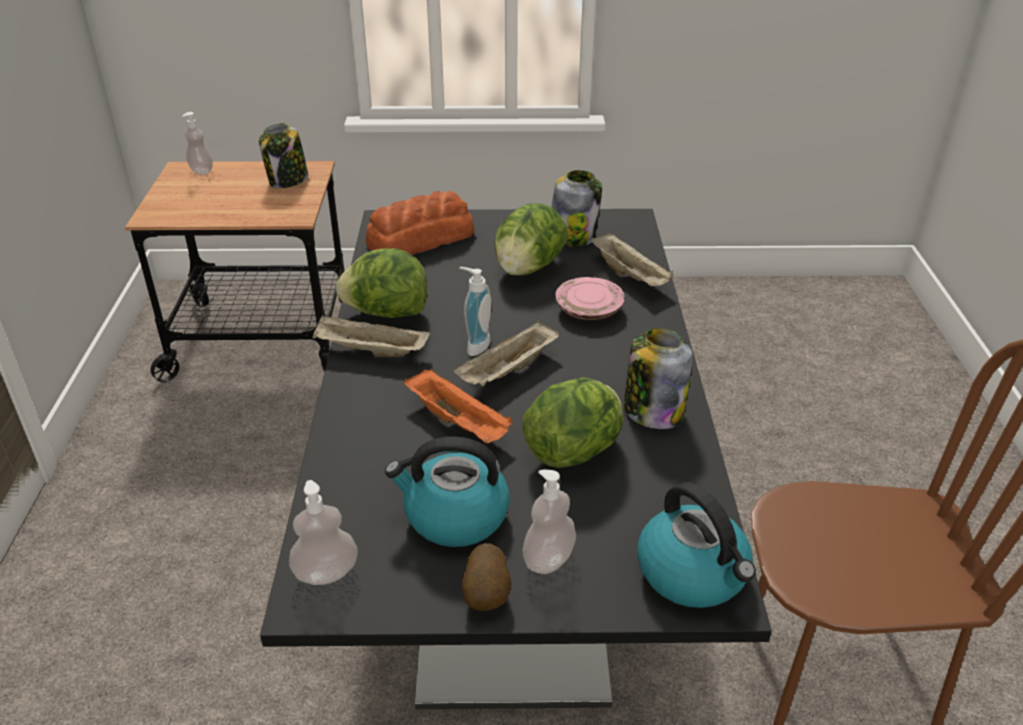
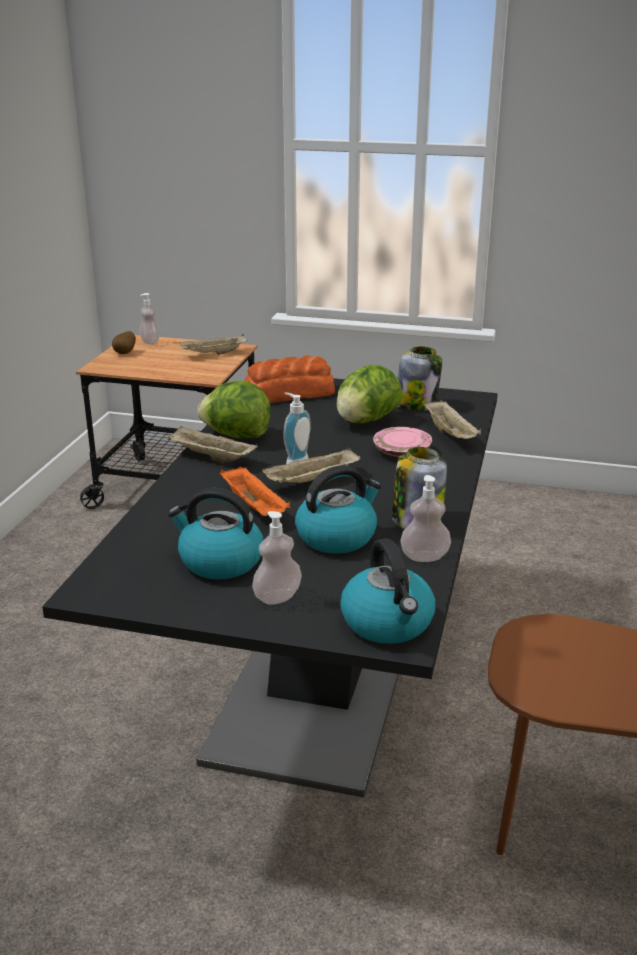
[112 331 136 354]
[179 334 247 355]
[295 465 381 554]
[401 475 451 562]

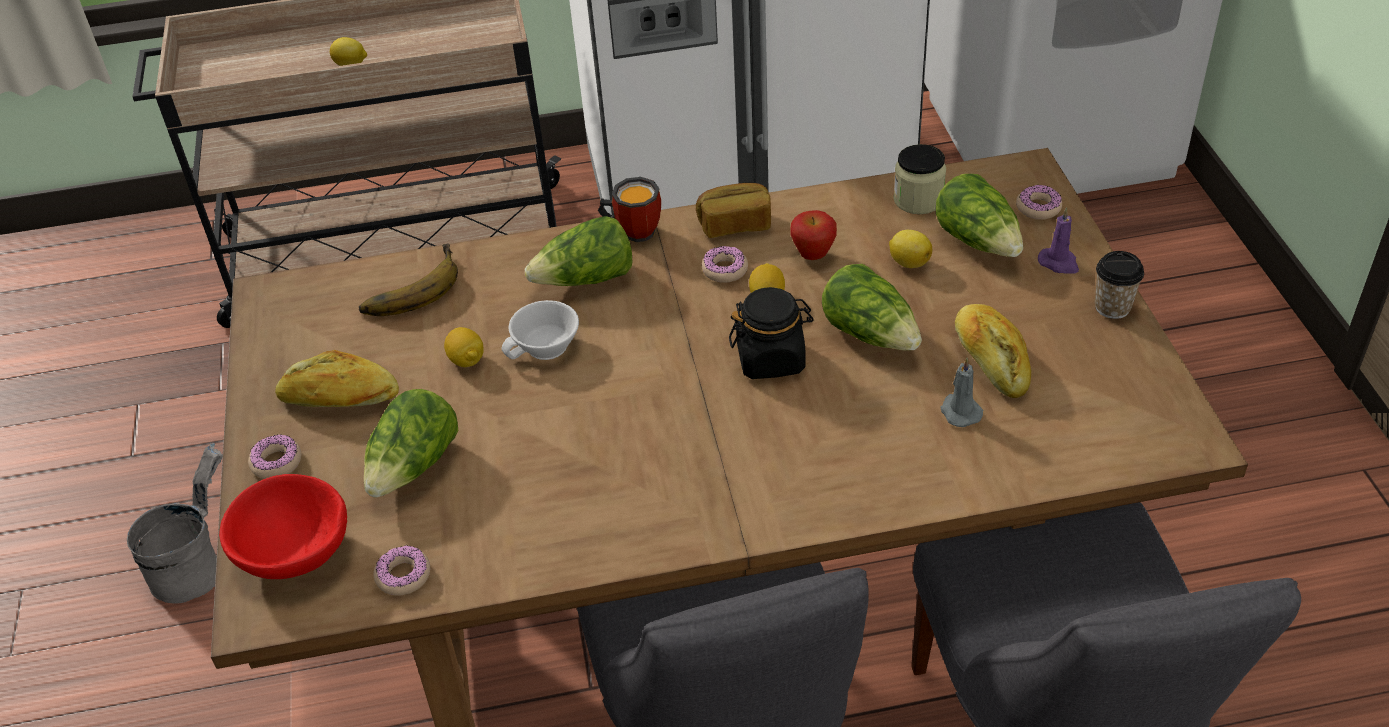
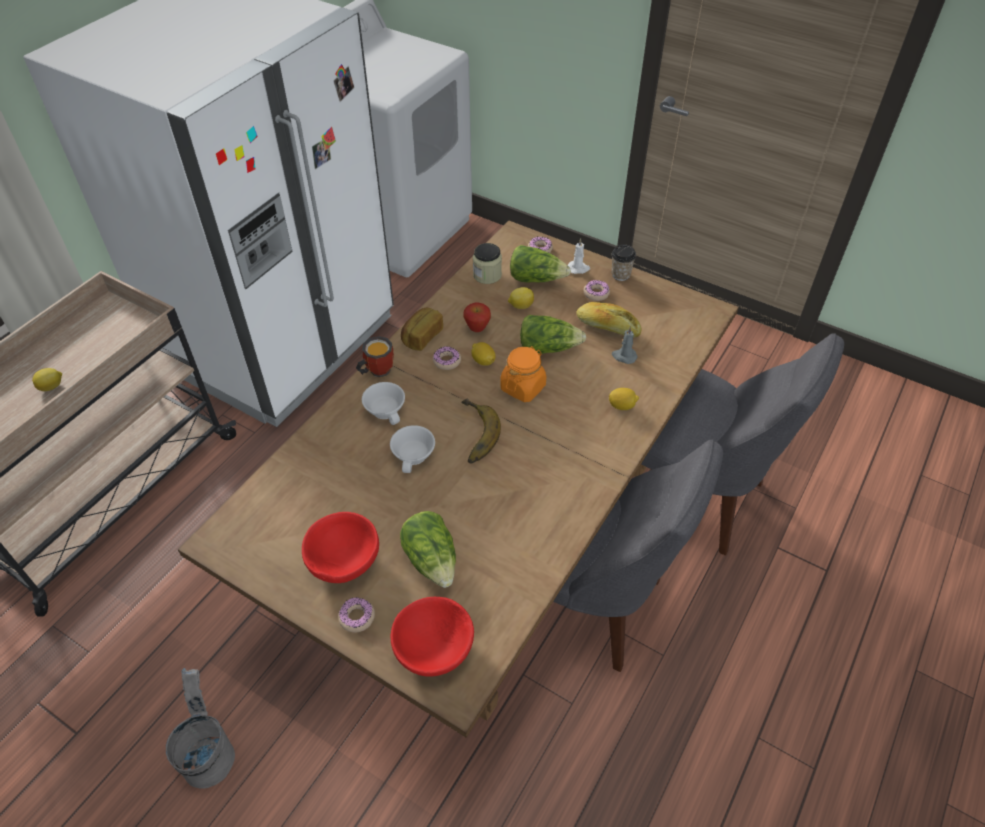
[302 512 379 583]
[362 382 405 425]
[461 399 501 464]
[500 346 546 402]
[568 238 590 274]
[583 280 610 301]
[609 388 639 410]

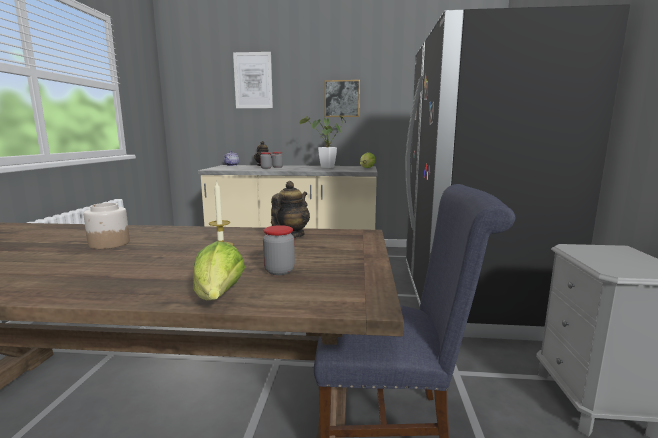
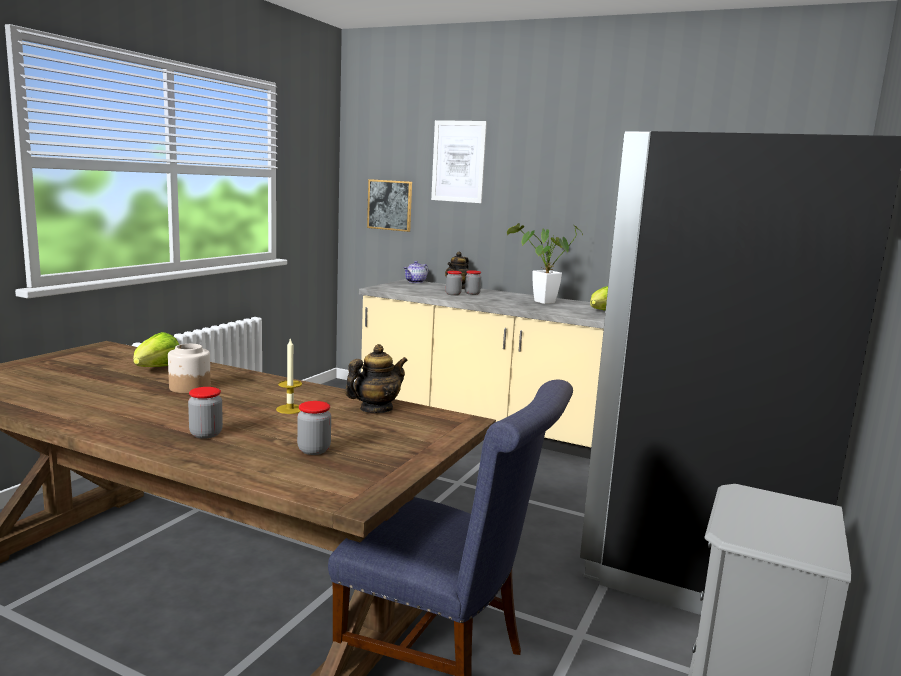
[133 332 179 367]
[188 387 223 439]
[367 179 412 232]

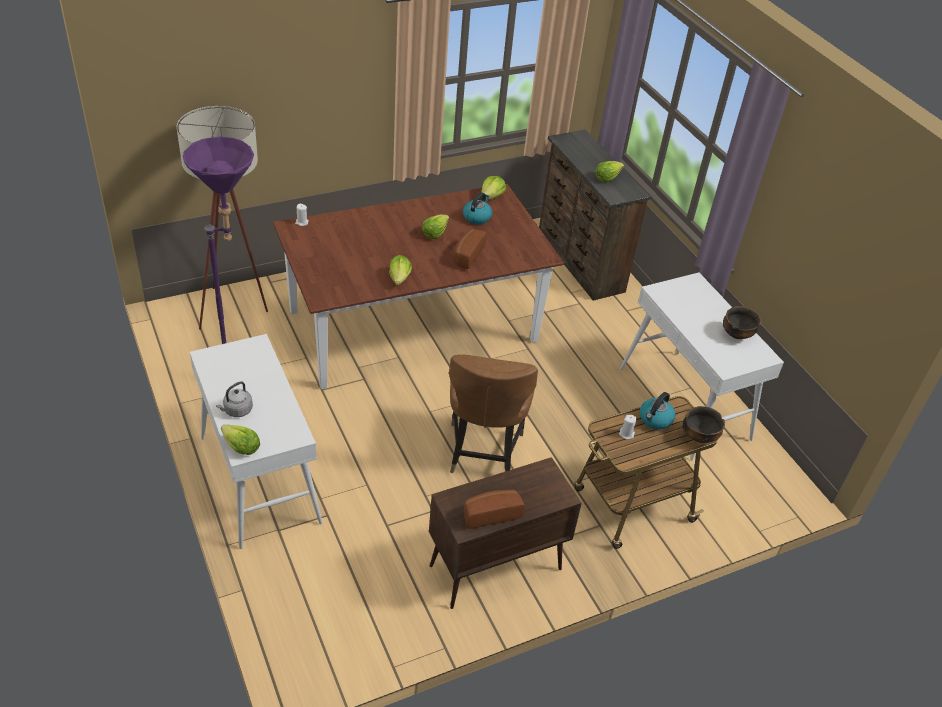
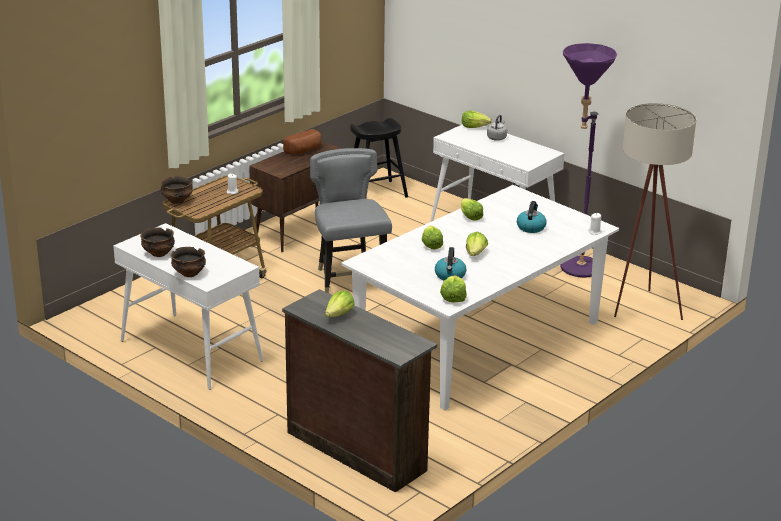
[171 247 206 277]
[310 148 392 293]
[341 185 619 410]
[350 118 408 198]
[422 225 443 249]
[517 201 547 233]

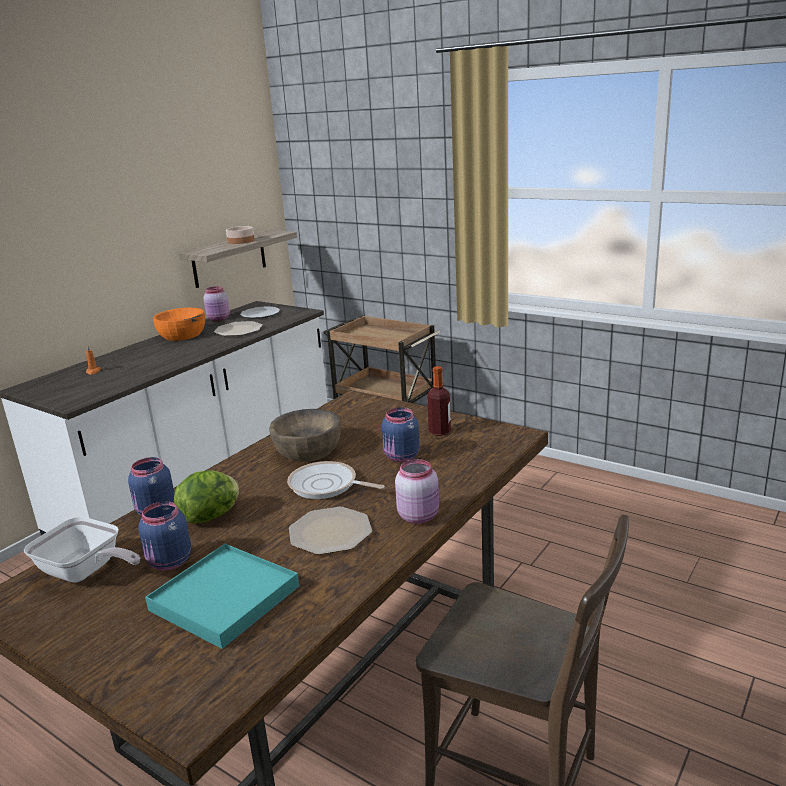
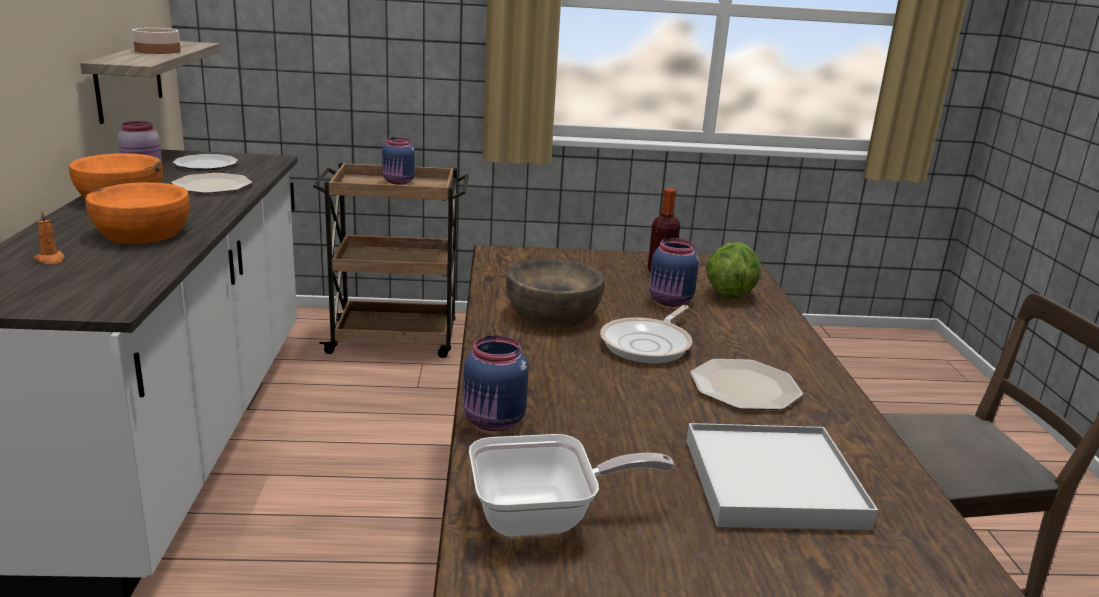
[85 182 189 244]
[382 137 415 185]
[600 305 692 363]
[687 423 878 530]
[706 242 761 299]
[395 459 439 524] (first image)

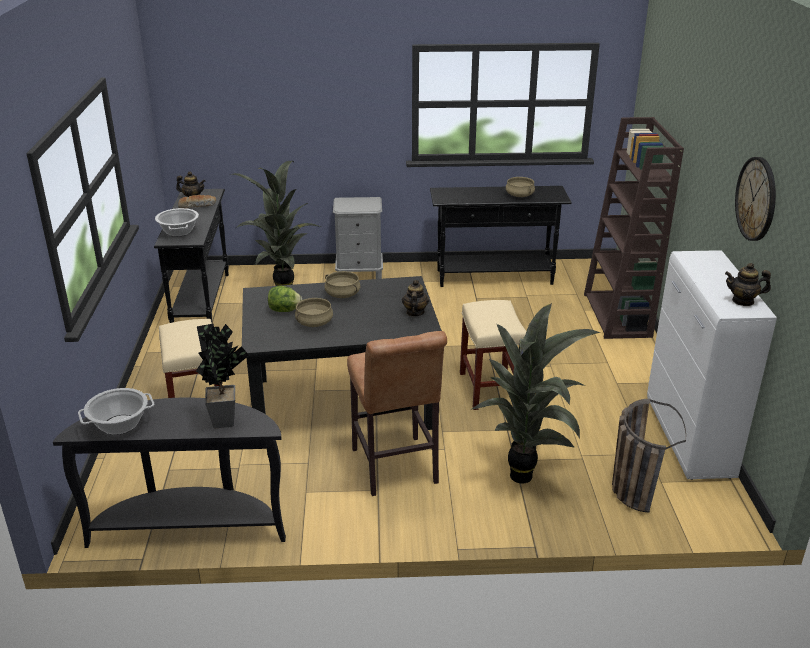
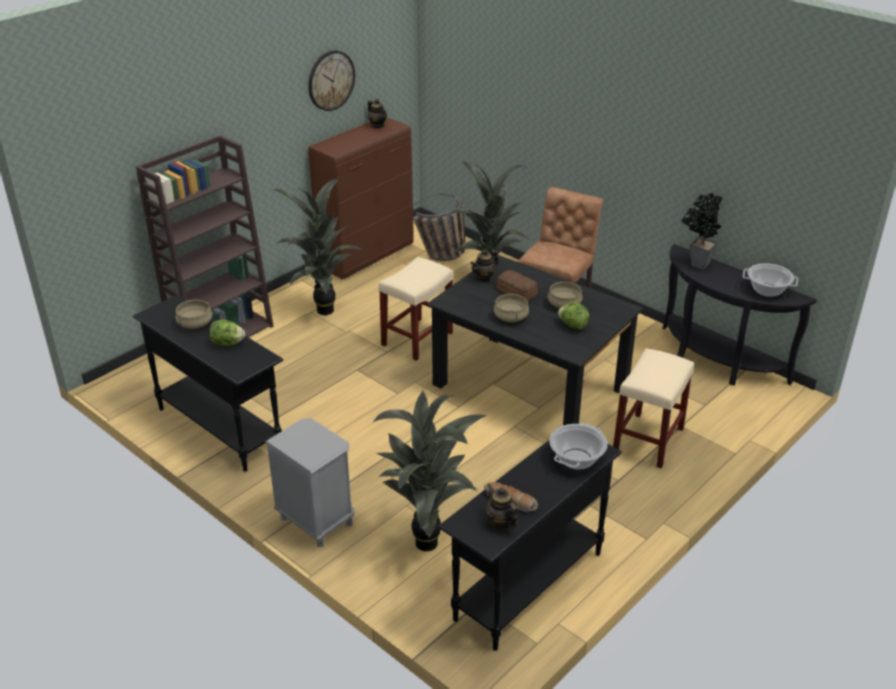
[210 319 245 346]
[272 179 365 315]
[308 117 414 279]
[496 270 538 301]

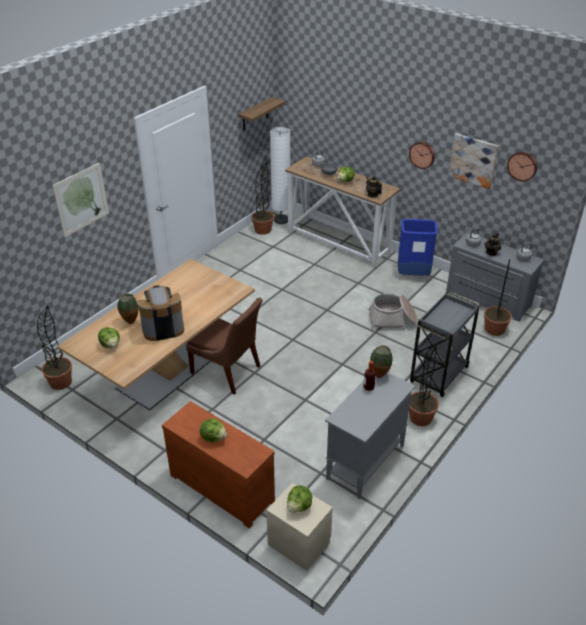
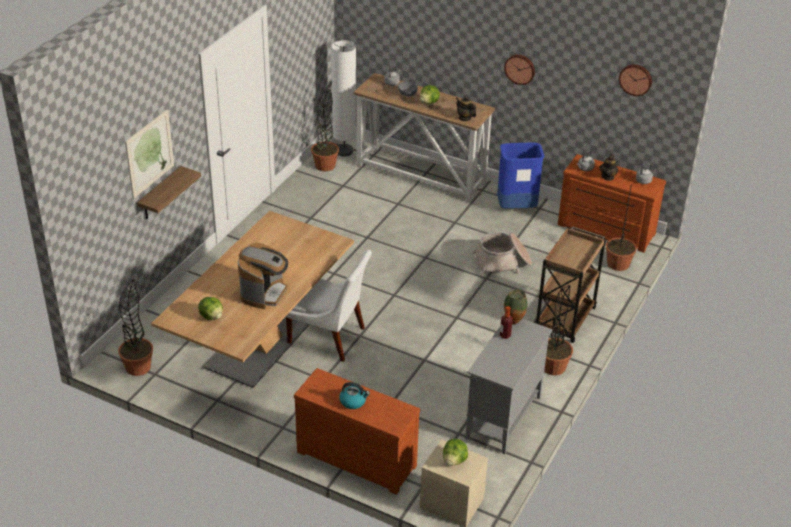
[137 166 201 219]
[238 243 288 309]
[286 250 372 362]
[339 382 370 409]
[536 226 606 343]
[558 154 666 253]
[117 294 138 324] (first image)
[448 133 499 189] (first image)

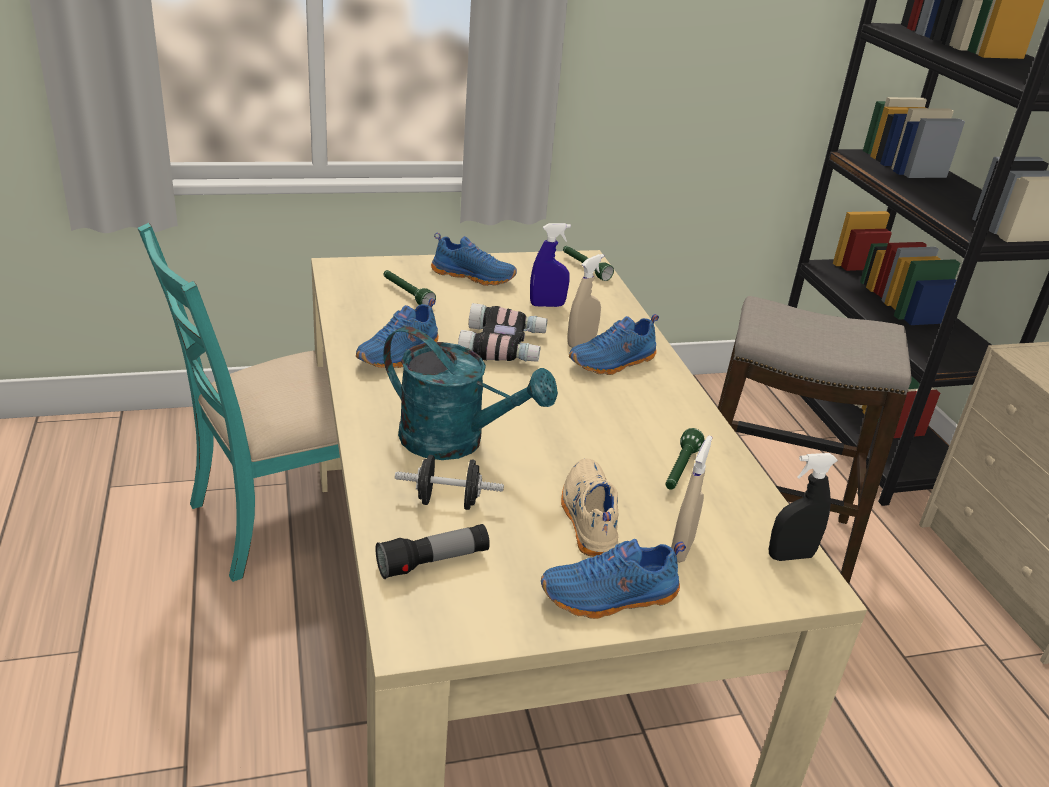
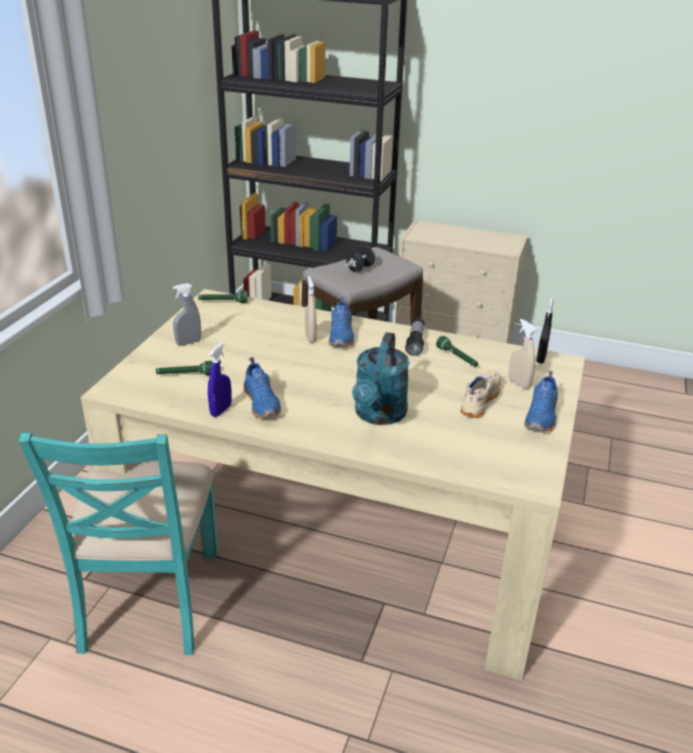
[173 283 201 346]
[208 342 232 417]
[345 246 375 272]
[352 332 410 425]
[405 317 425 356]
[460 370 501 418]
[458 303 547 362] (first image)

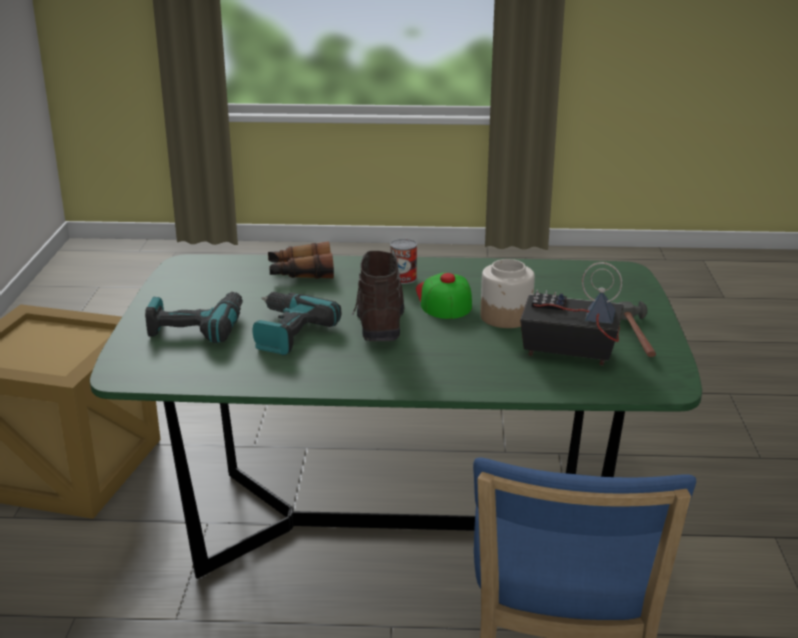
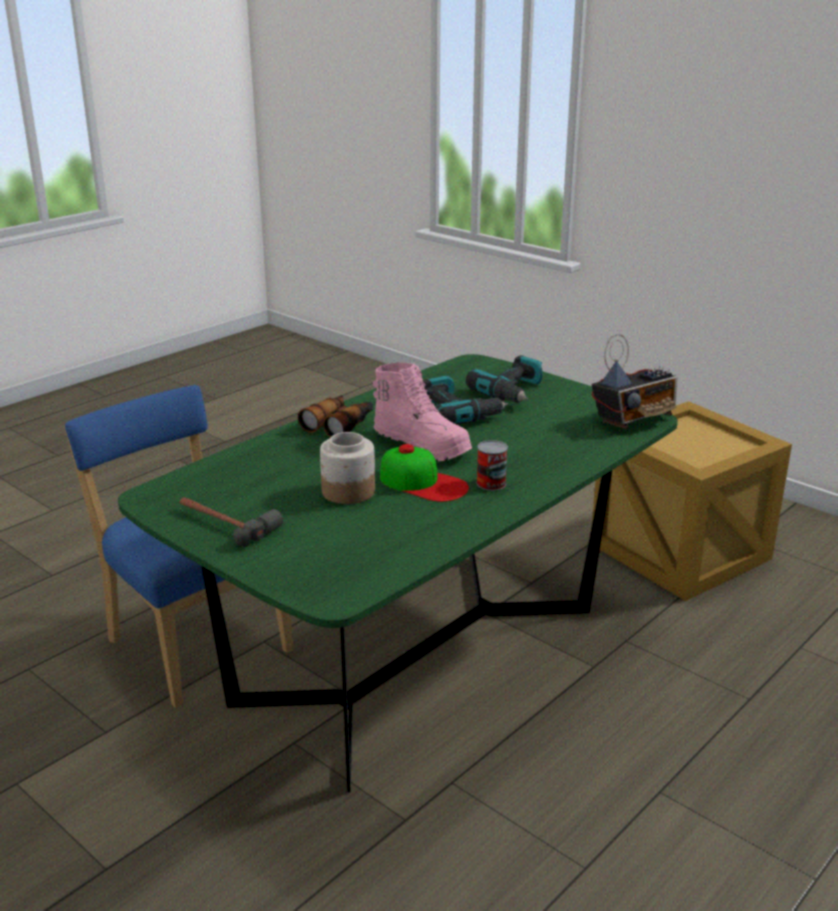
[298 395 373 437]
[373 362 472 461]
[592 334 678 430]

